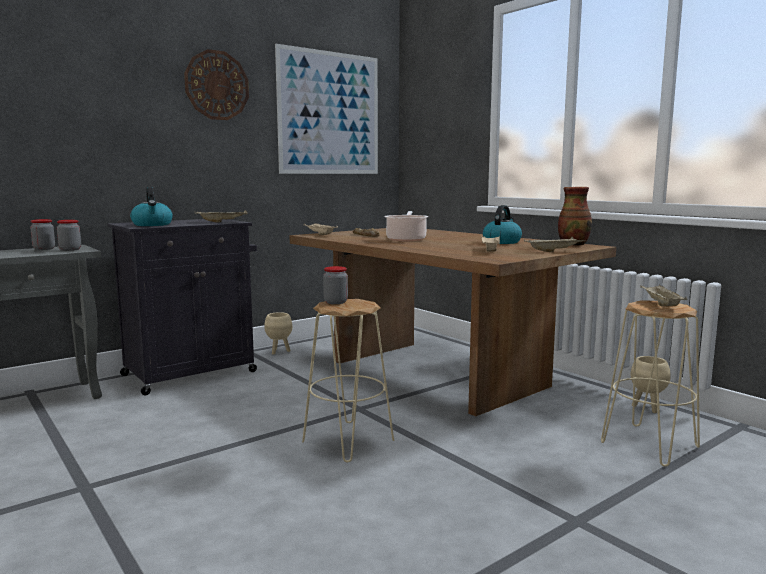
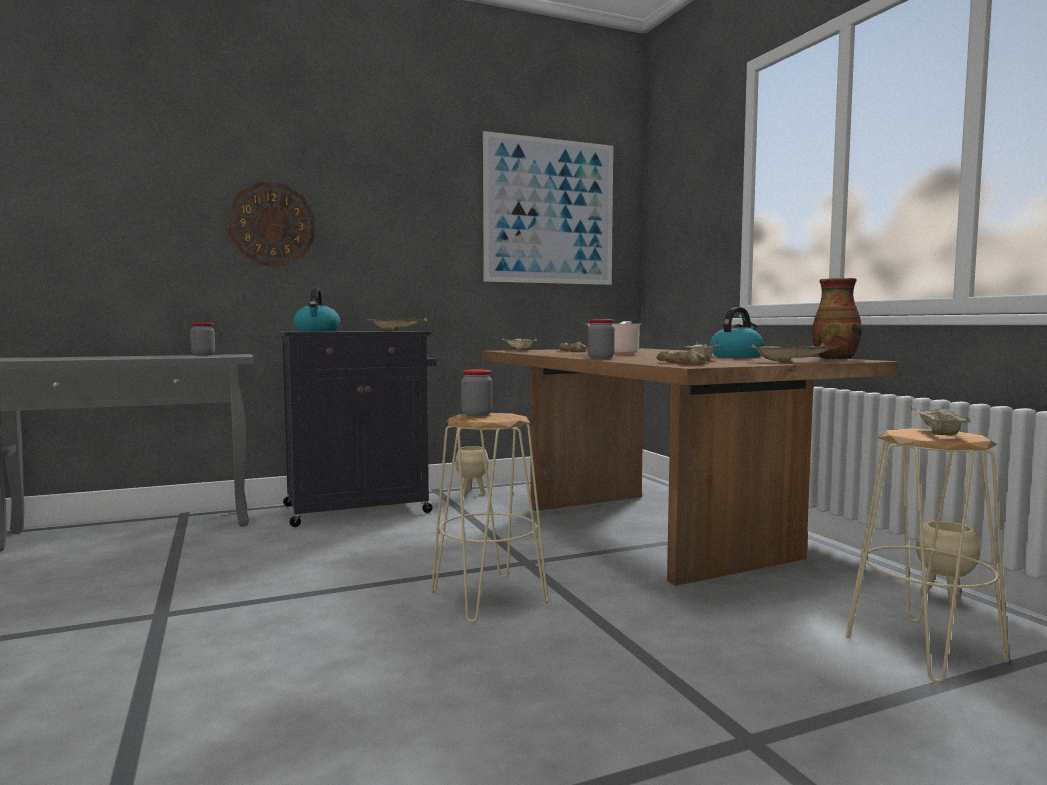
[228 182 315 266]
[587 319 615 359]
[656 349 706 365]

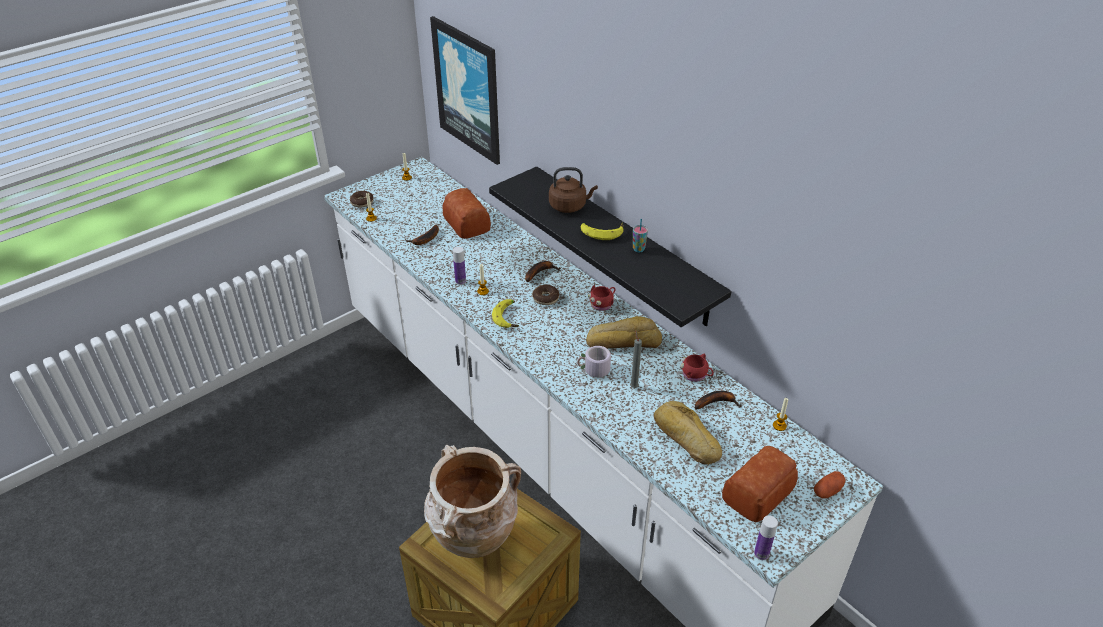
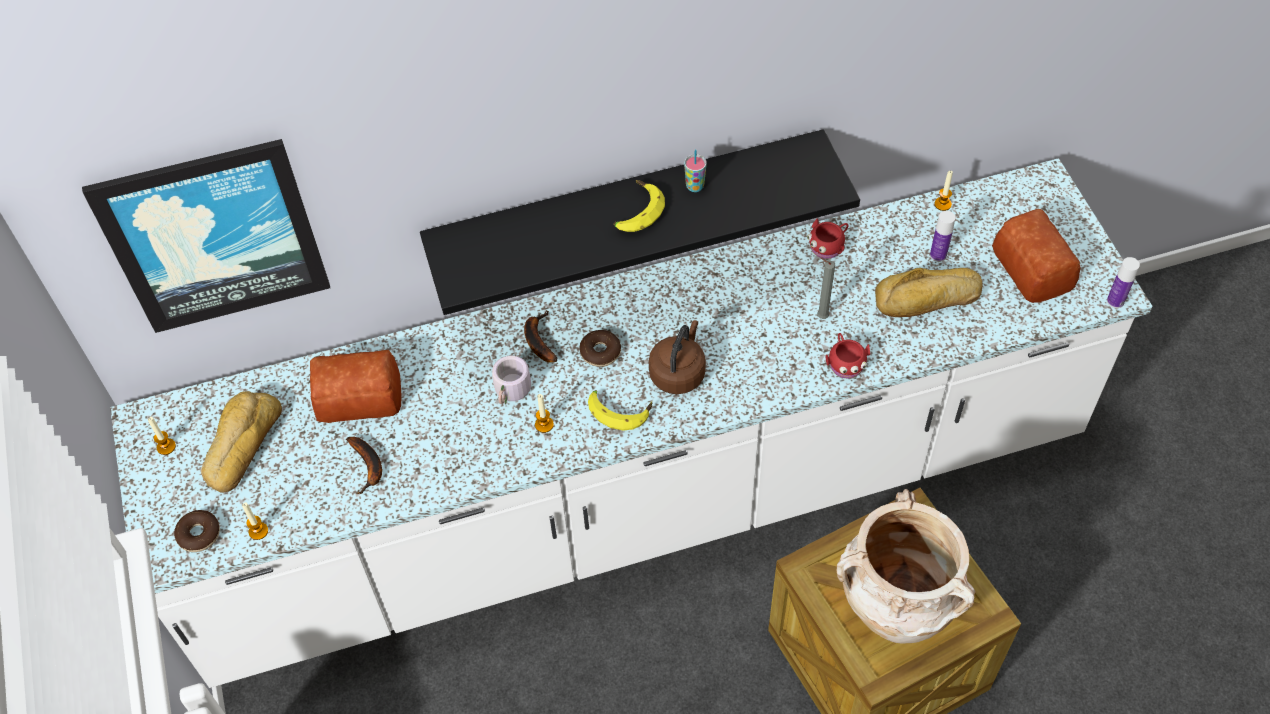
[201 391 282 492]
[492 355 542 404]
[649 320 706 394]
[826 333 870 378]
[930 211 956 262]
[695 391 742 409] (first image)
[814 471 846 499] (first image)

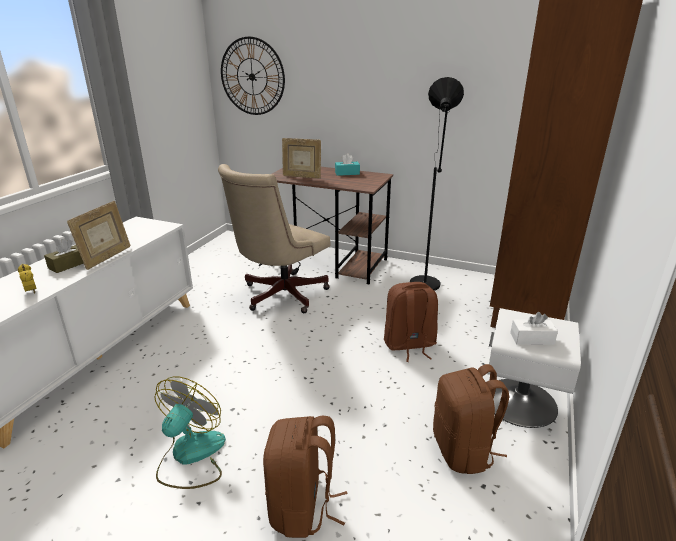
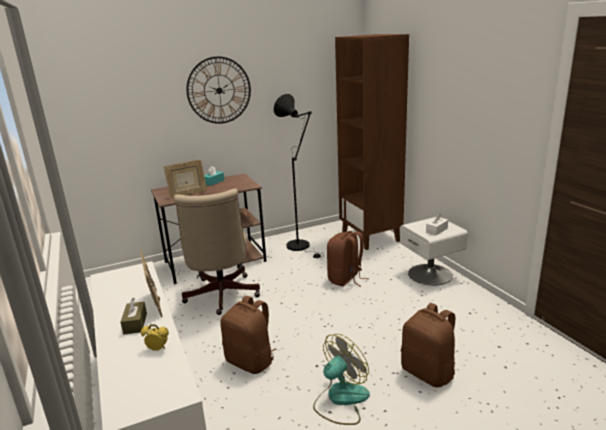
[187 56 251 124]
[220 296 277 374]
[313 334 370 425]

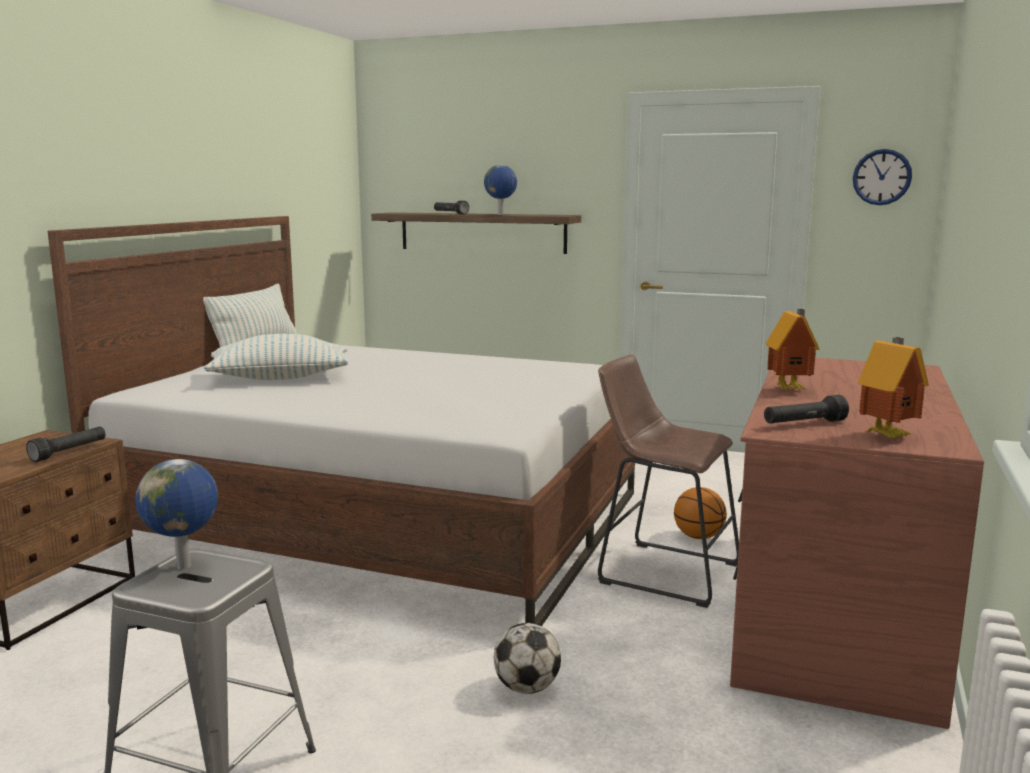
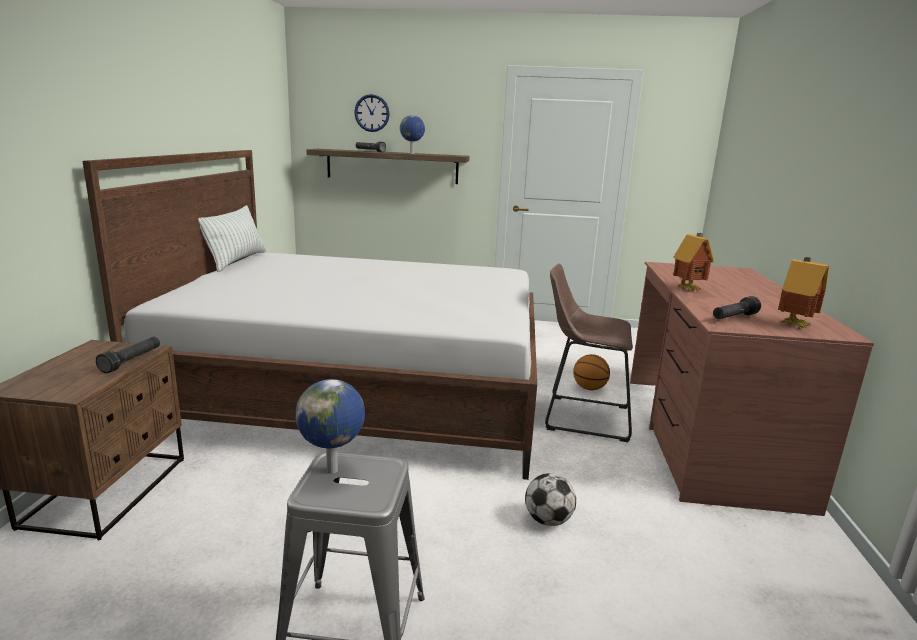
[354 94 390 132]
[204 334 349 380] (first image)

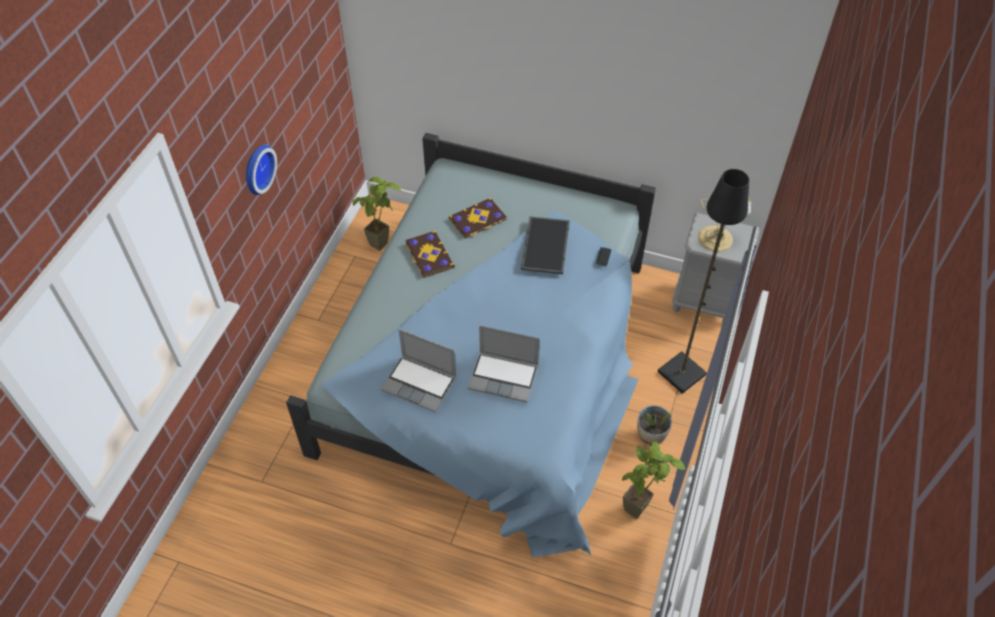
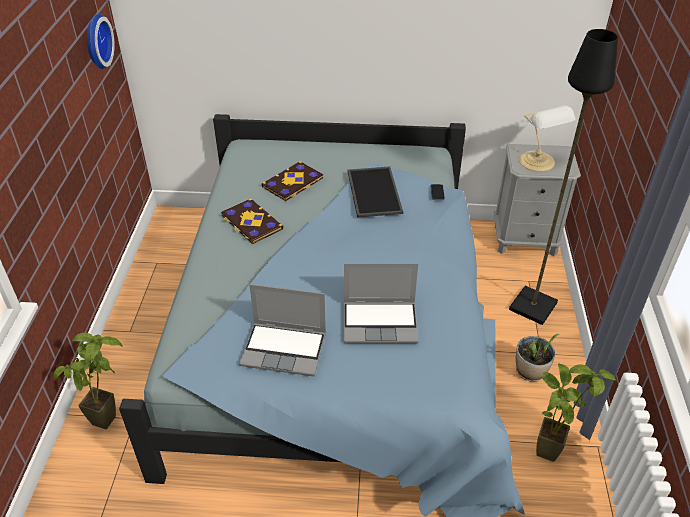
[54 333 123 429]
[87 14 115 69]

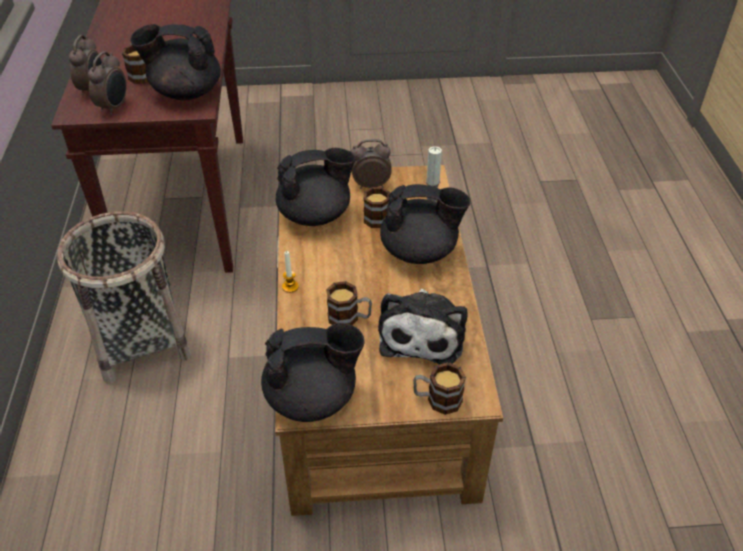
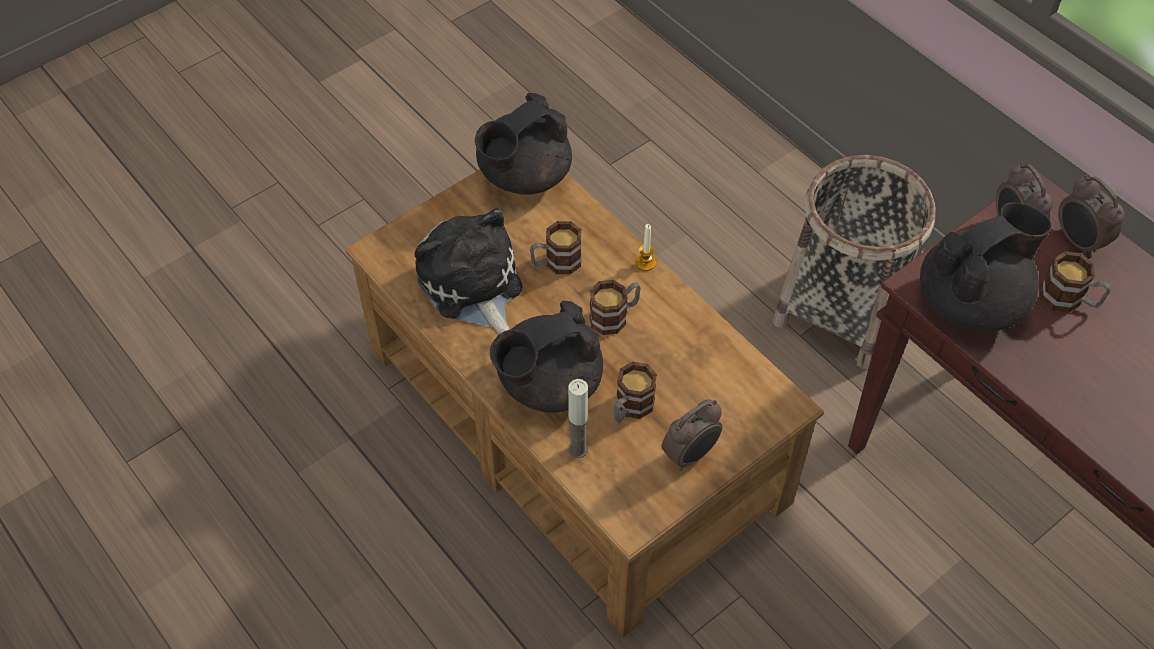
[589 280 641 335]
[276 148 356 226] (first image)

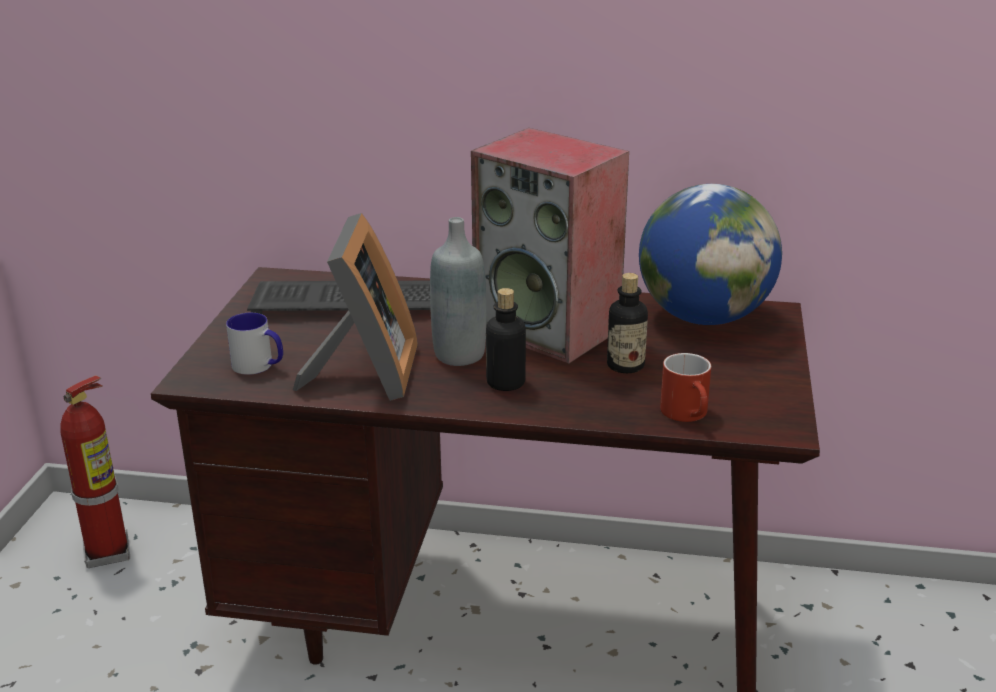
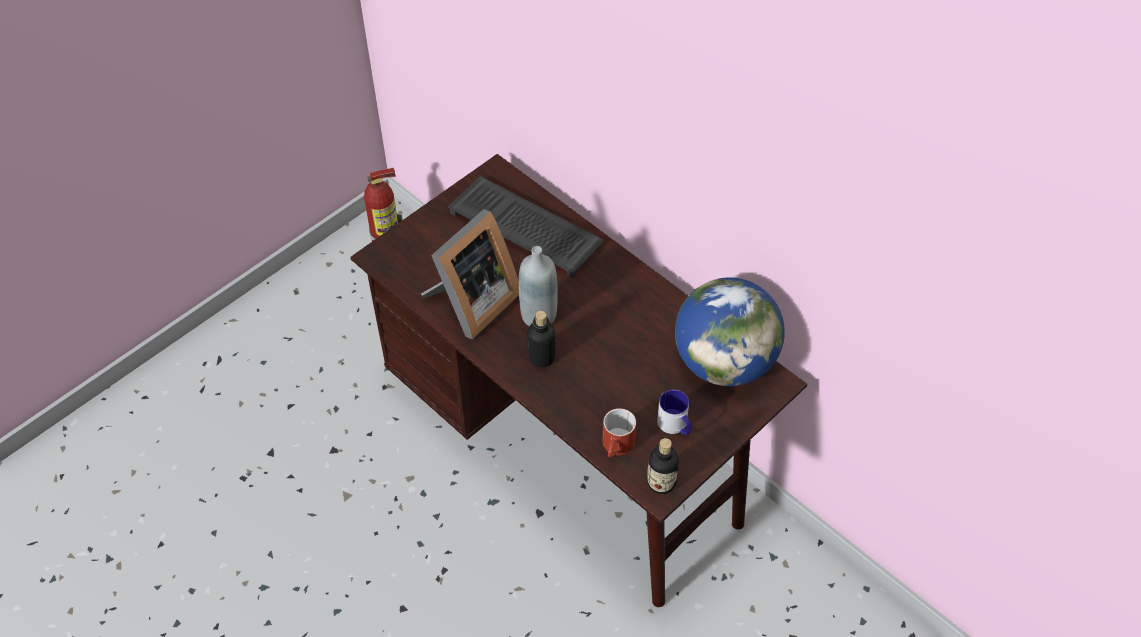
[647 438 679 494]
[657 389 691 435]
[471 128 629 364] (first image)

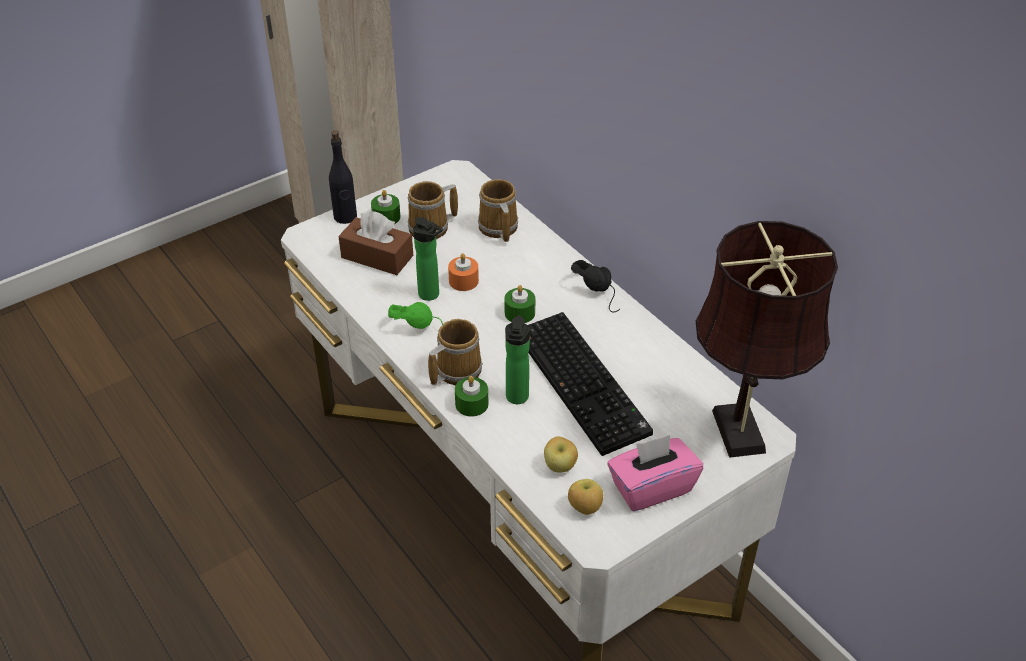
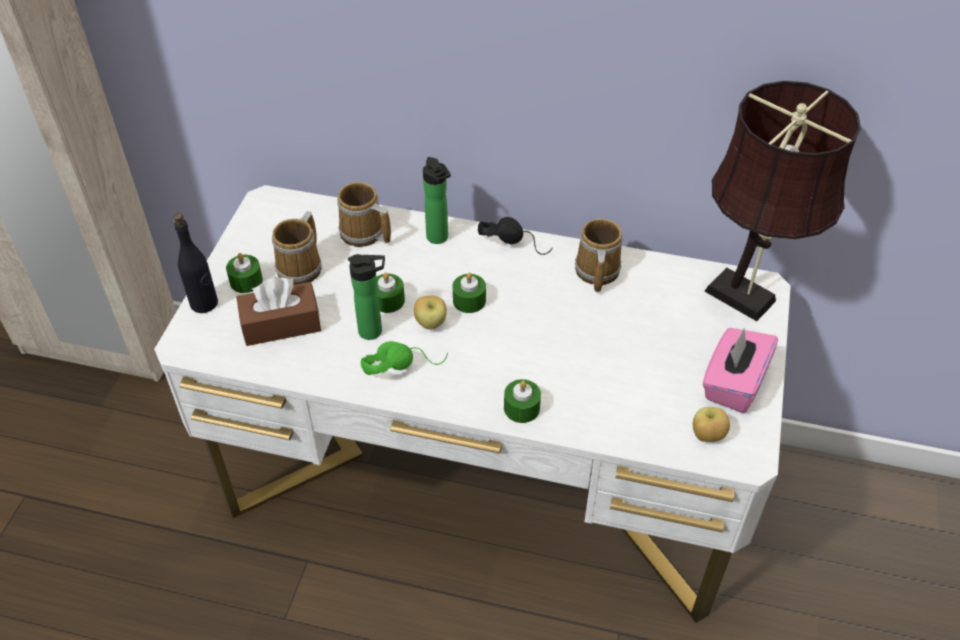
[376 272 405 313]
[414 296 447 329]
[423 157 451 244]
[575 218 623 292]
[528 312 653 456] (first image)

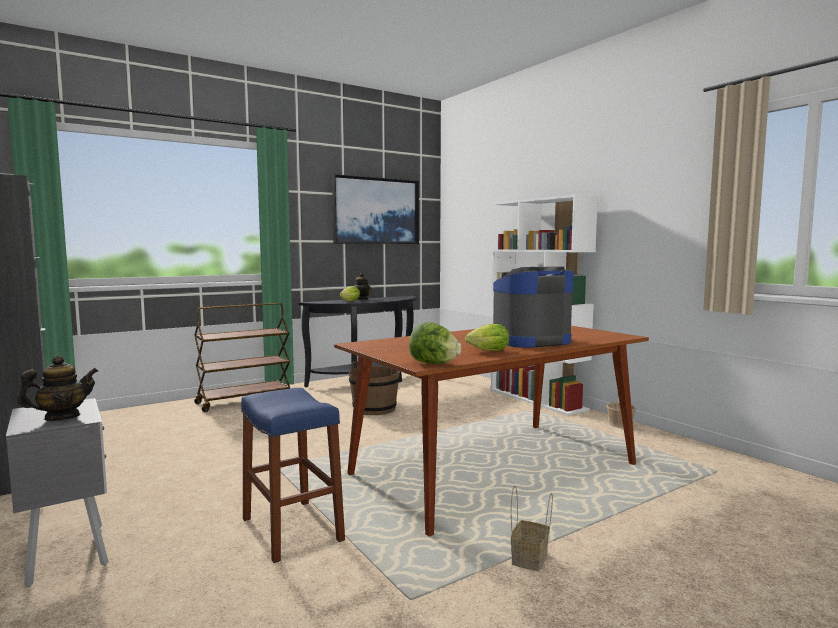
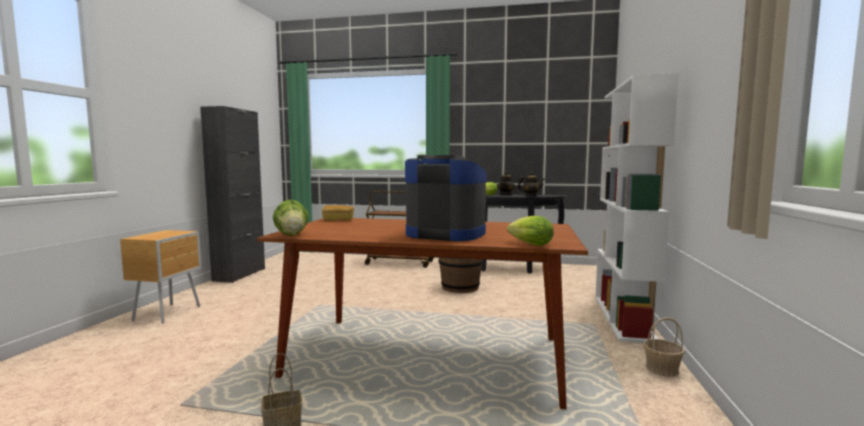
[120 230 201 324]
[322 205 354 221]
[507 216 554 246]
[517 172 545 196]
[241 388 345 563] (first image)
[332 174 419 244] (first image)

